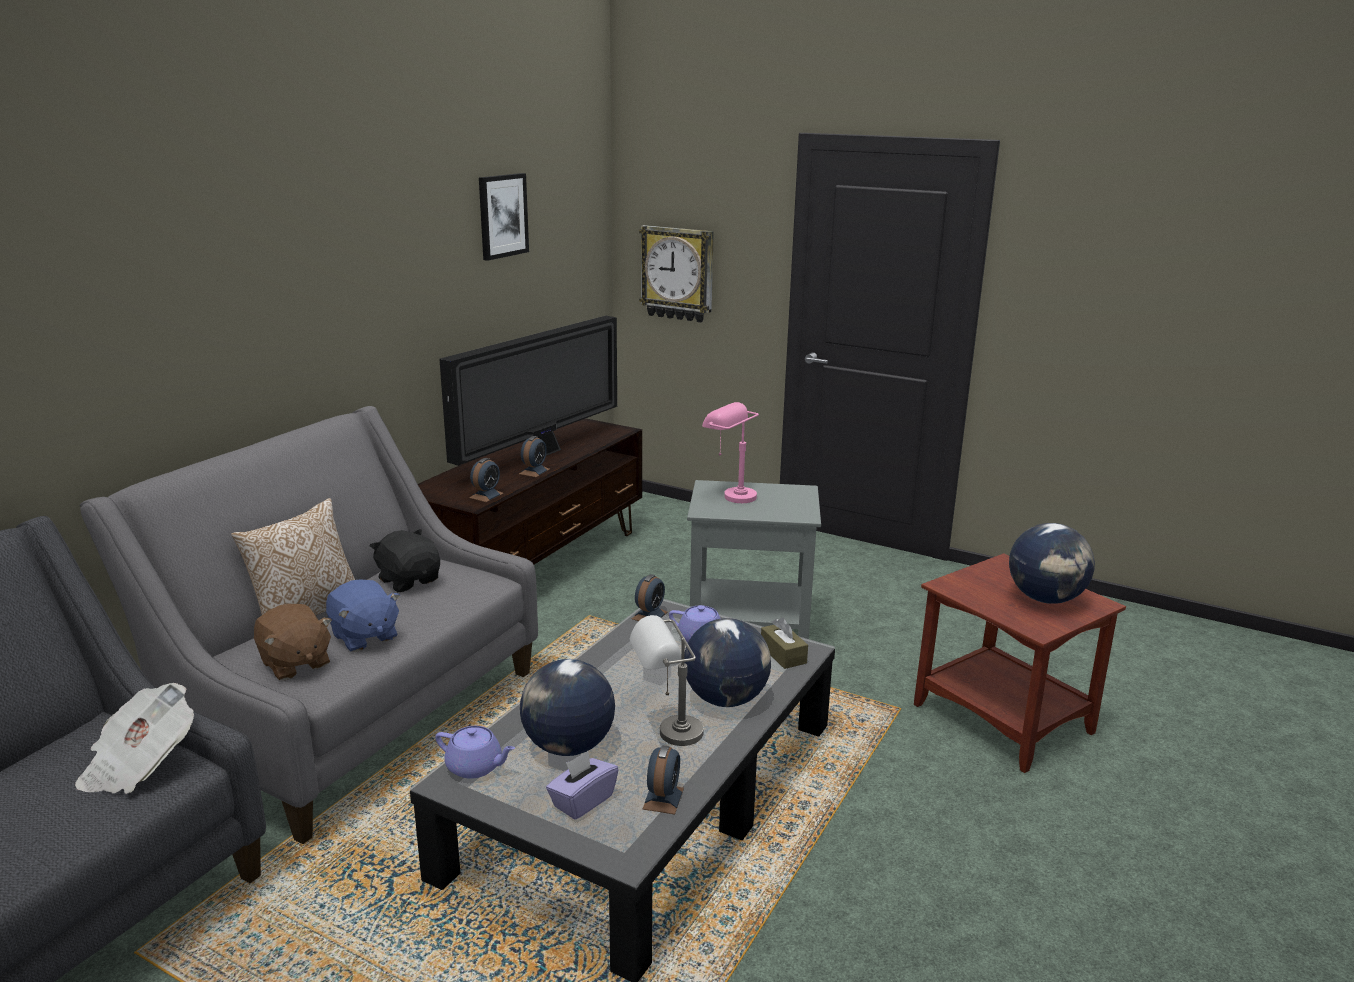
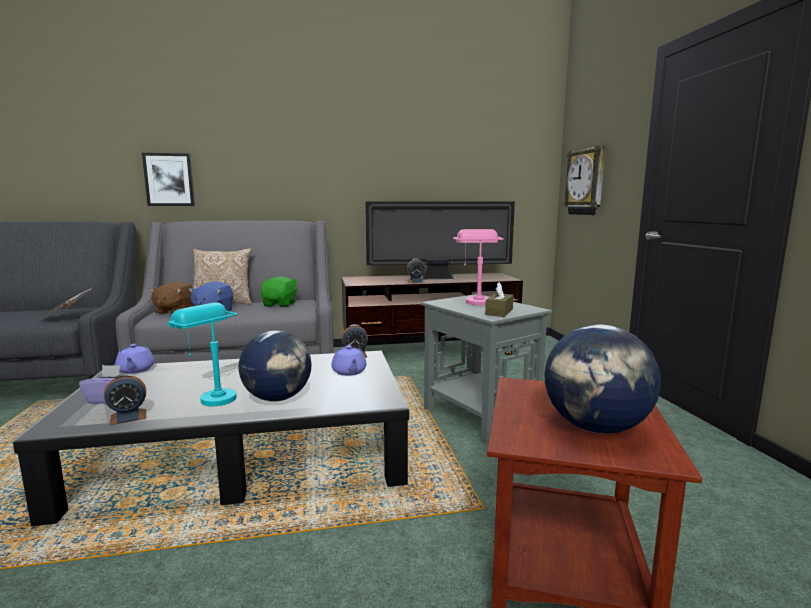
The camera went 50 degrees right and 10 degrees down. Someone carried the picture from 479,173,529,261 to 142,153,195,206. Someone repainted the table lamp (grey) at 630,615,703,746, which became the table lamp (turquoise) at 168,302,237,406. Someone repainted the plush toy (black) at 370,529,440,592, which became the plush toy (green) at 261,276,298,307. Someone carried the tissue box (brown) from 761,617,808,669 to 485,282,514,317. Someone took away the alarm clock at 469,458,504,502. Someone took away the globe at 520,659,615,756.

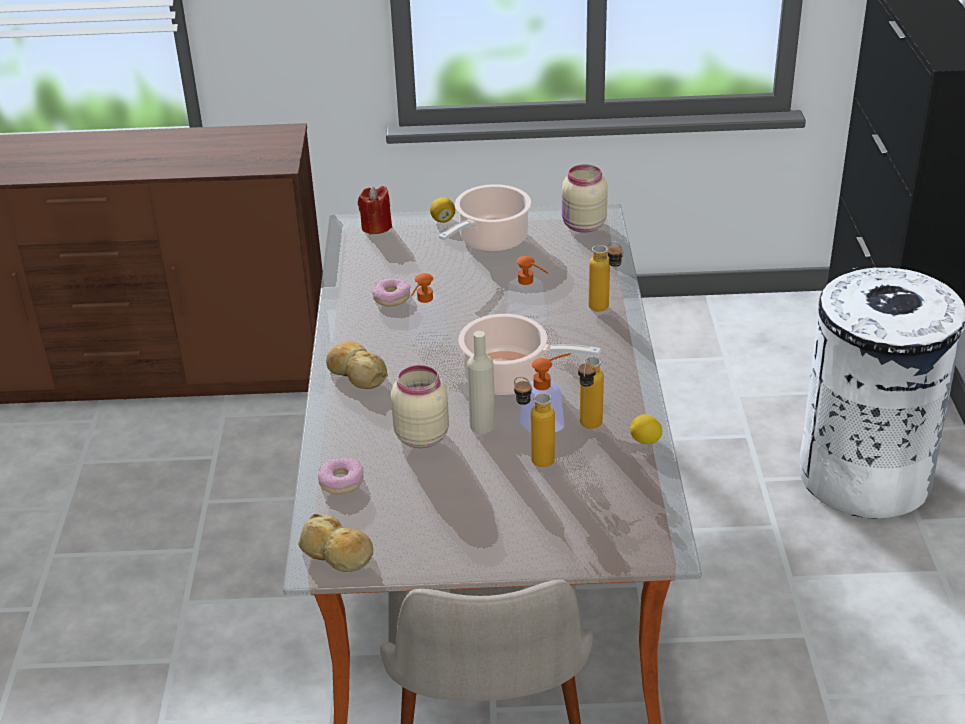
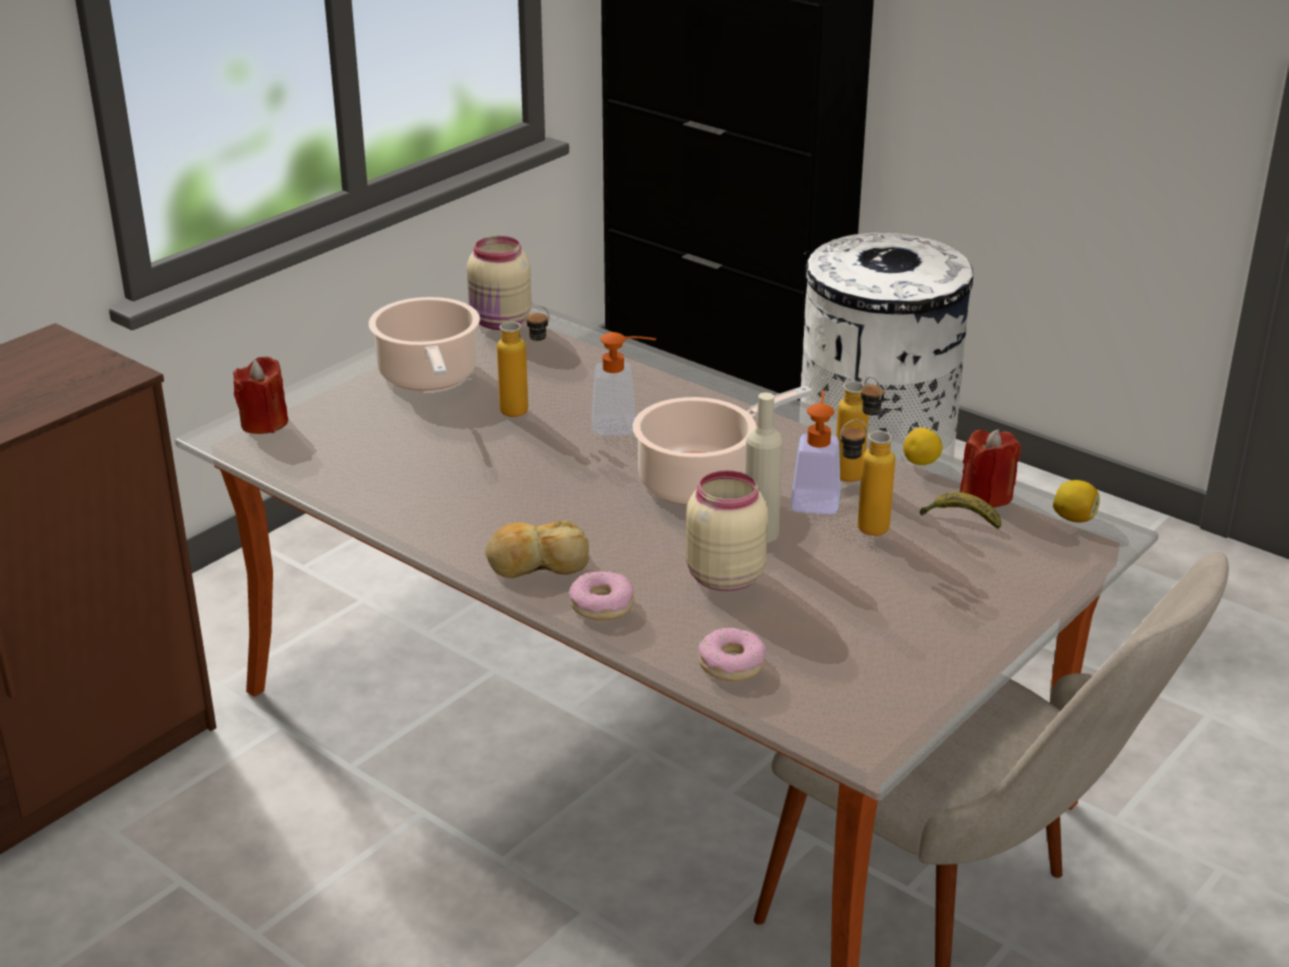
The camera went 50 degrees left and 5 degrees down. Someone carried the bottle from 588,241,623,311 to 497,305,550,417. Someone carried the donut from 372,277,411,306 to 569,572,634,620. Someone put down the banana at 920,492,1001,529. Someone put down the candle (red) at 960,429,1021,508. Someone carried the lemon from 430,197,455,223 to 1053,480,1100,523. Someone took away the bread at 298,514,373,572. Someone took away the soap dispenser at 408,273,447,347.

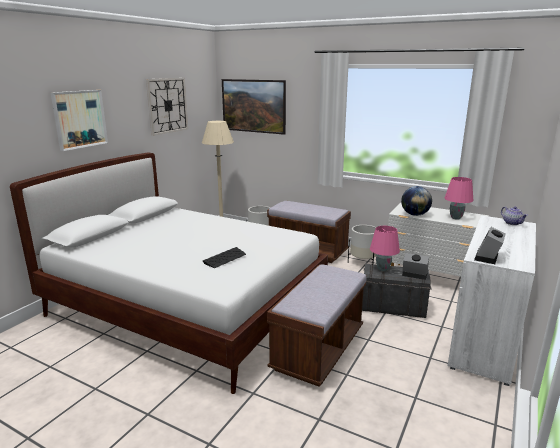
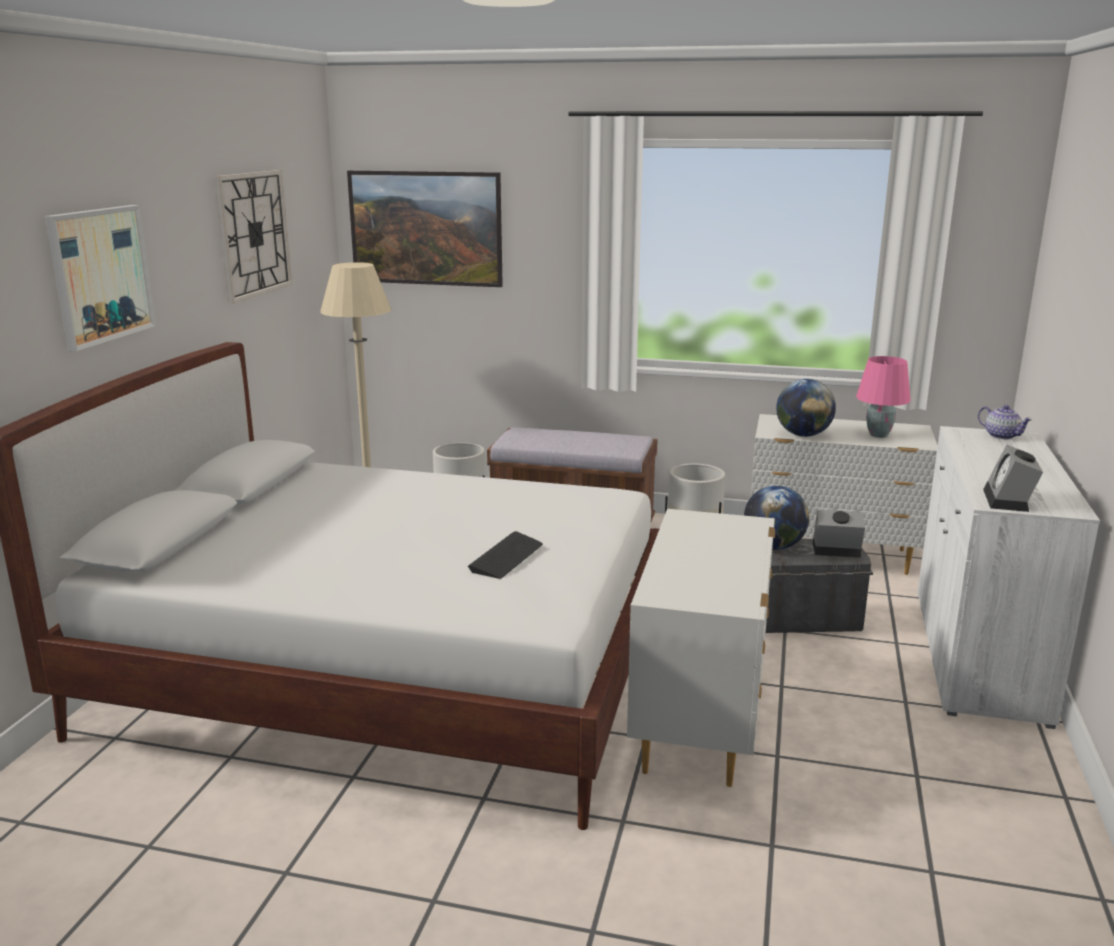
The camera went 15 degrees left and 0 degrees up. Someone swapped the bench (brown) at 267,264,367,386 for the dresser (white) at 627,509,775,787. Someone swapped the table lamp (pink) at 370,226,400,272 for the globe at 744,485,809,550.

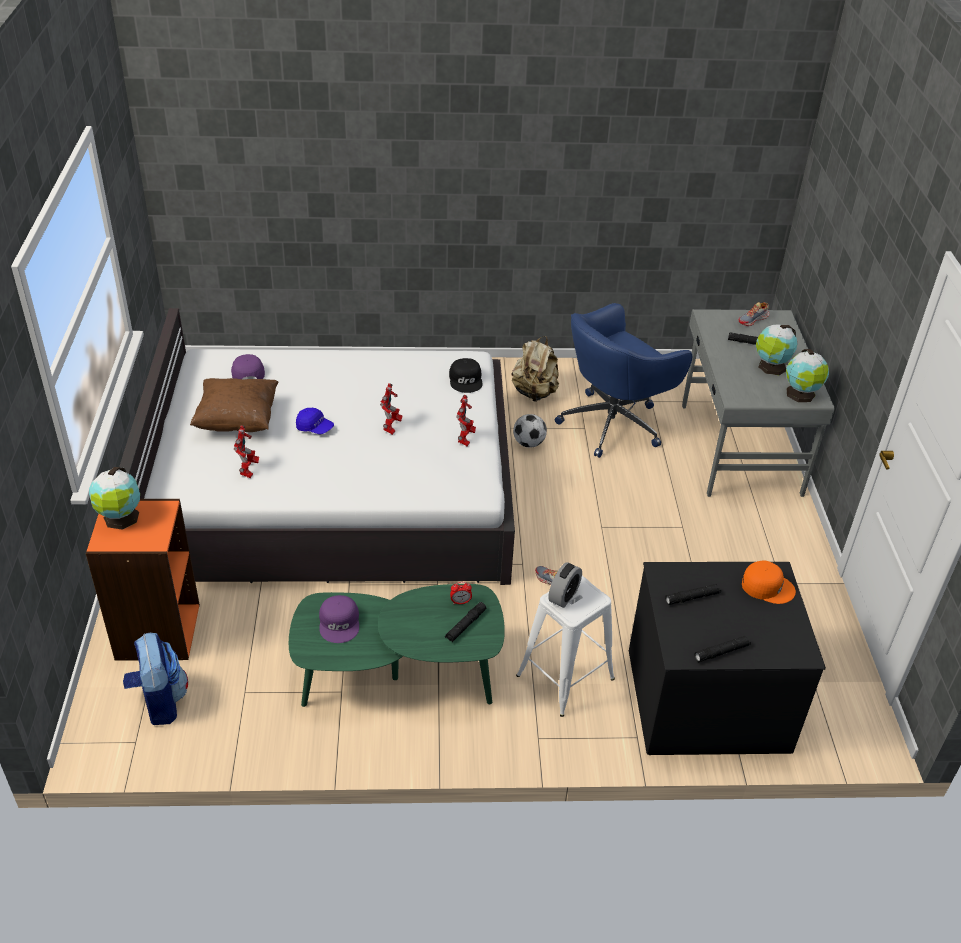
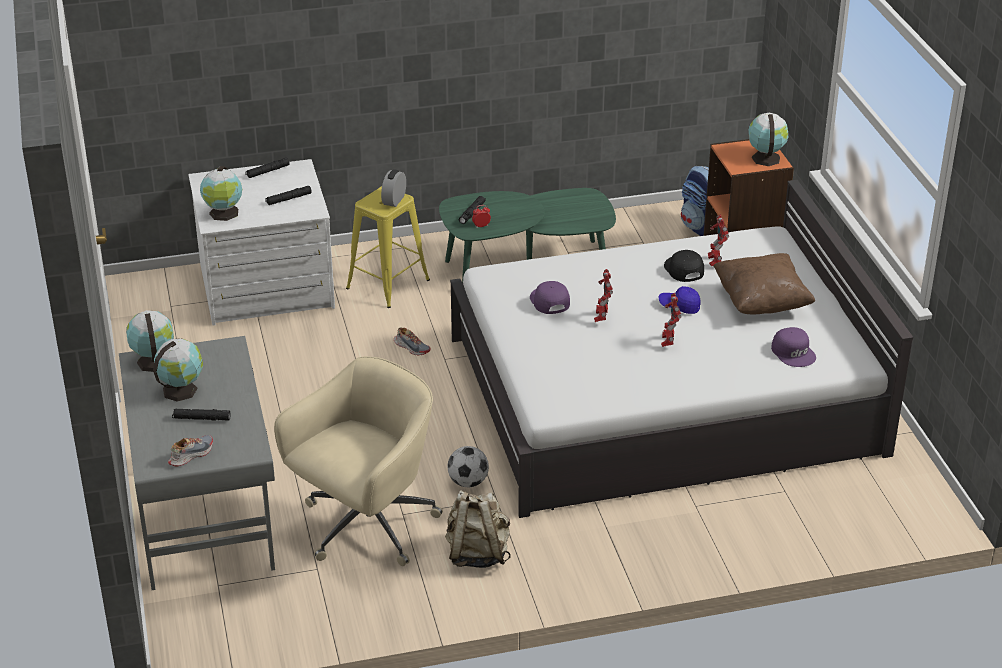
The camera went 170 degrees right and 5 degrees down. Someone repainted the dresser (black) at 629,562,826,755, which became the dresser (white) at 188,159,335,325. Someone swapped the cap (orange) at 742,561,796,604 for the globe at 200,166,242,221. Someone repainted the office chair (blue) at 555,303,692,458, which became the office chair (beige) at 274,356,443,566. Someone repainted the stool (white) at 516,576,615,717, which became the stool (yellow) at 346,186,430,308. Someone carried the cap (purple) from 319,595,359,643 to 530,281,570,314. Someone carried the toy robot from 456,395,476,446 to 661,293,681,347. Someone carried the cap (black) from 449,358,483,393 to 664,250,704,282.

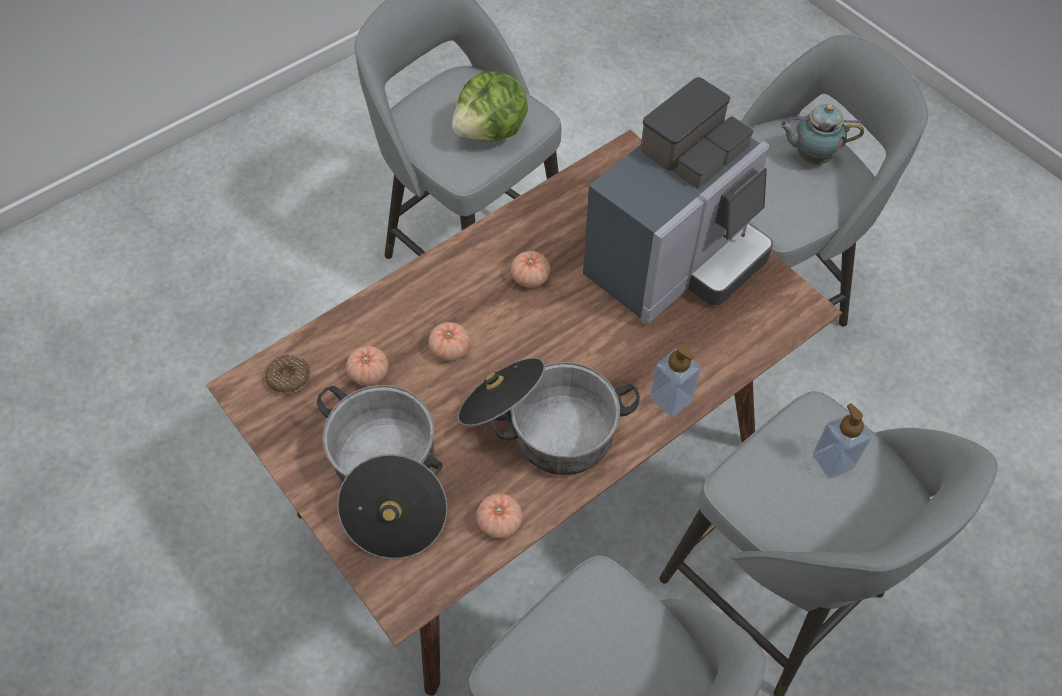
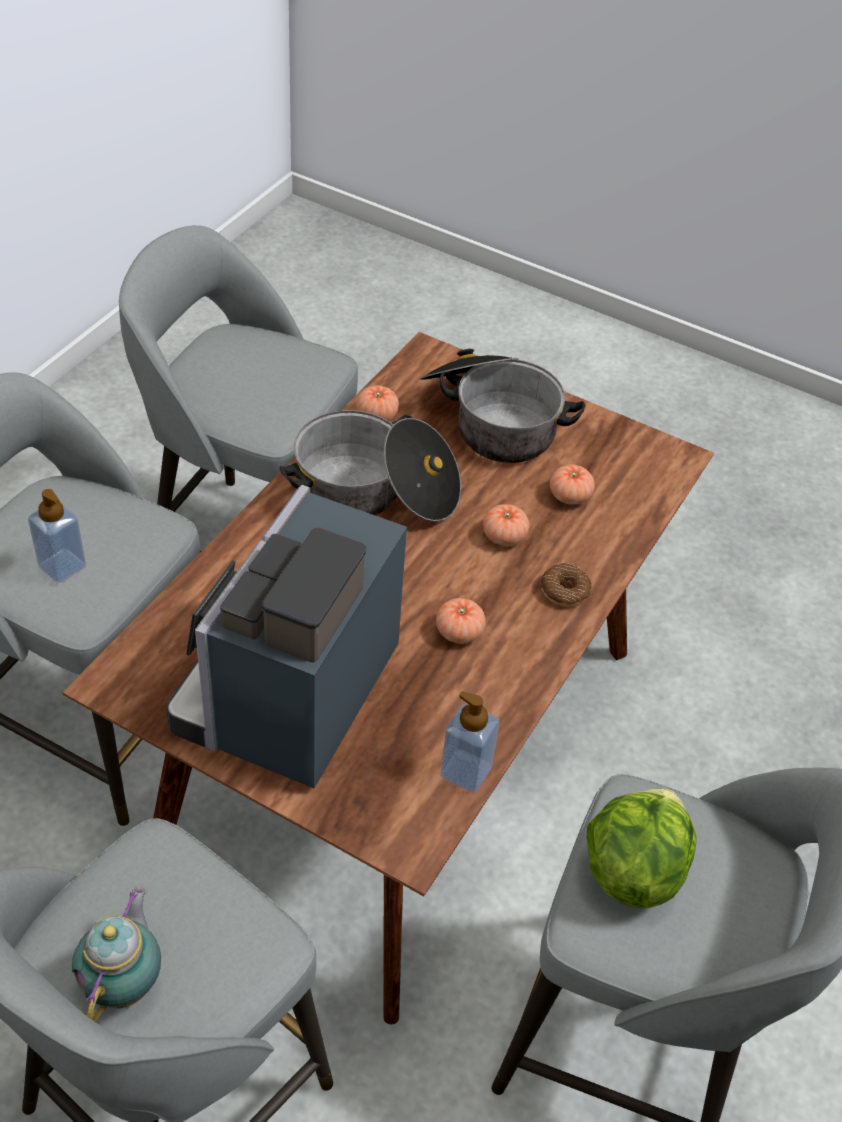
The camera went 155 degrees right and 10 degrees down. Someone rotated the teapot at 778,104,864,164 by 60 degrees counterclockwise. Someone carried the soap dispenser from 650,344,701,417 to 440,691,500,792. Someone carried the donut from 265,354,310,394 to 540,563,591,606.

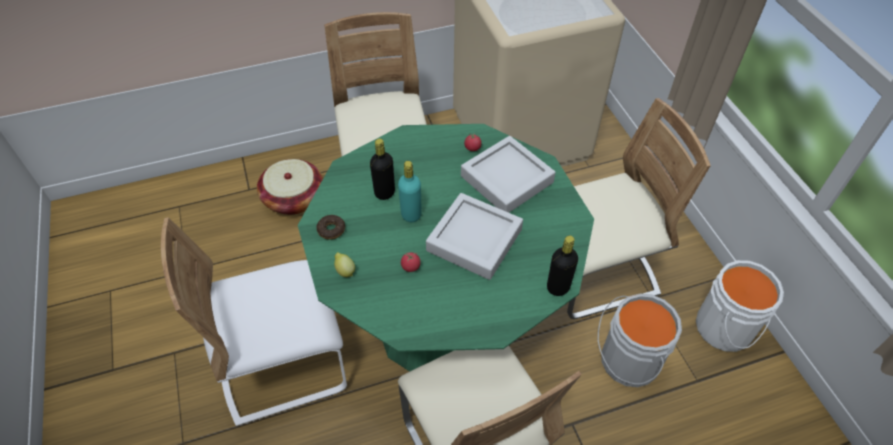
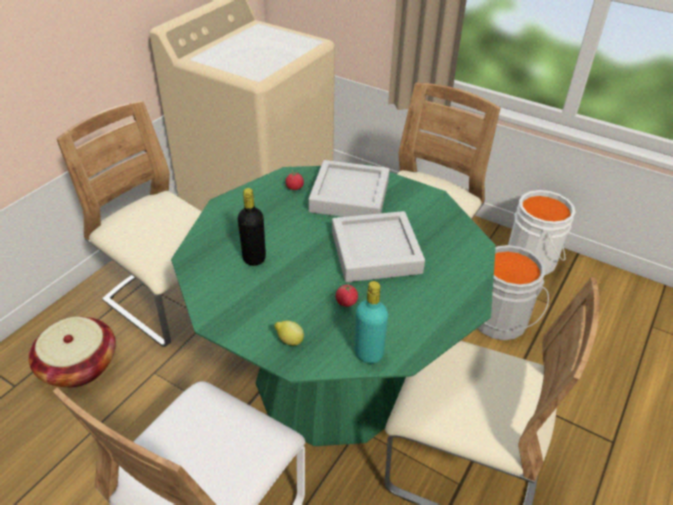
The camera went 40 degrees left and 10 degrees down. Someone carried the bottle (turquoise) from 398,161,422,222 to 355,281,388,364. Someone took away the donut at 316,215,345,240. Someone took away the bottle (black) at 547,236,578,296.

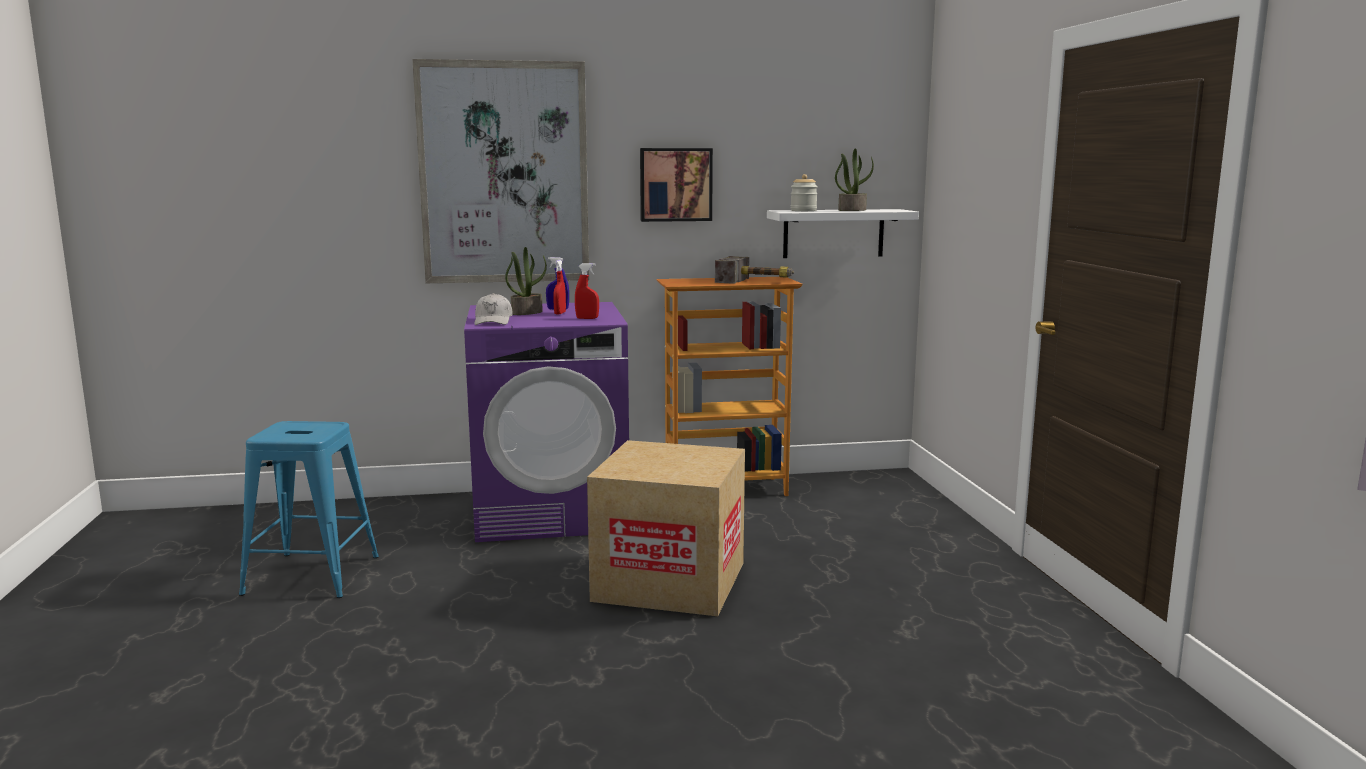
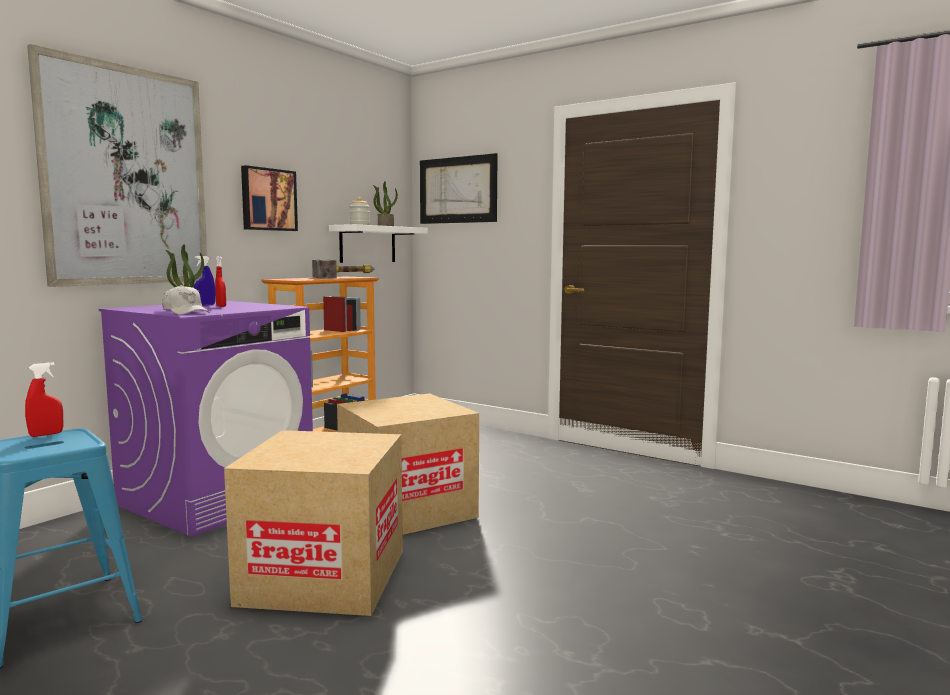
The camera went 45 degrees left and 5 degrees down. Someone carried the spray bottle (red) from 575,263,599,319 to 25,362,63,437. Someone put down the cardboard box at 224,430,403,616. Someone put up the picture at 420,153,498,224.

